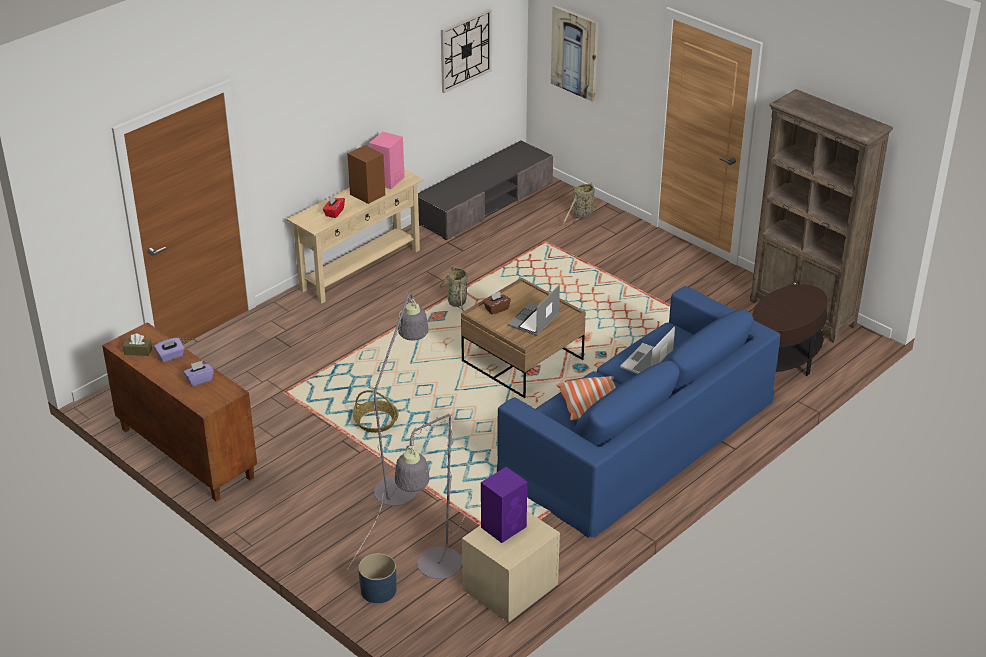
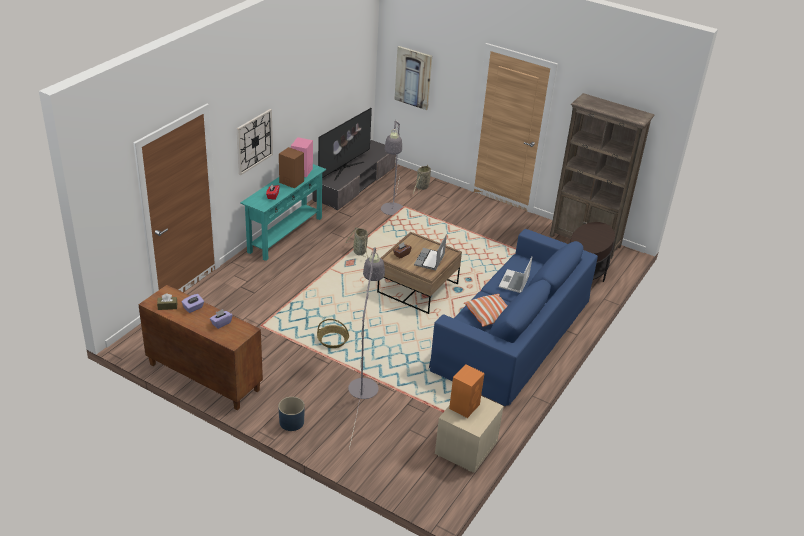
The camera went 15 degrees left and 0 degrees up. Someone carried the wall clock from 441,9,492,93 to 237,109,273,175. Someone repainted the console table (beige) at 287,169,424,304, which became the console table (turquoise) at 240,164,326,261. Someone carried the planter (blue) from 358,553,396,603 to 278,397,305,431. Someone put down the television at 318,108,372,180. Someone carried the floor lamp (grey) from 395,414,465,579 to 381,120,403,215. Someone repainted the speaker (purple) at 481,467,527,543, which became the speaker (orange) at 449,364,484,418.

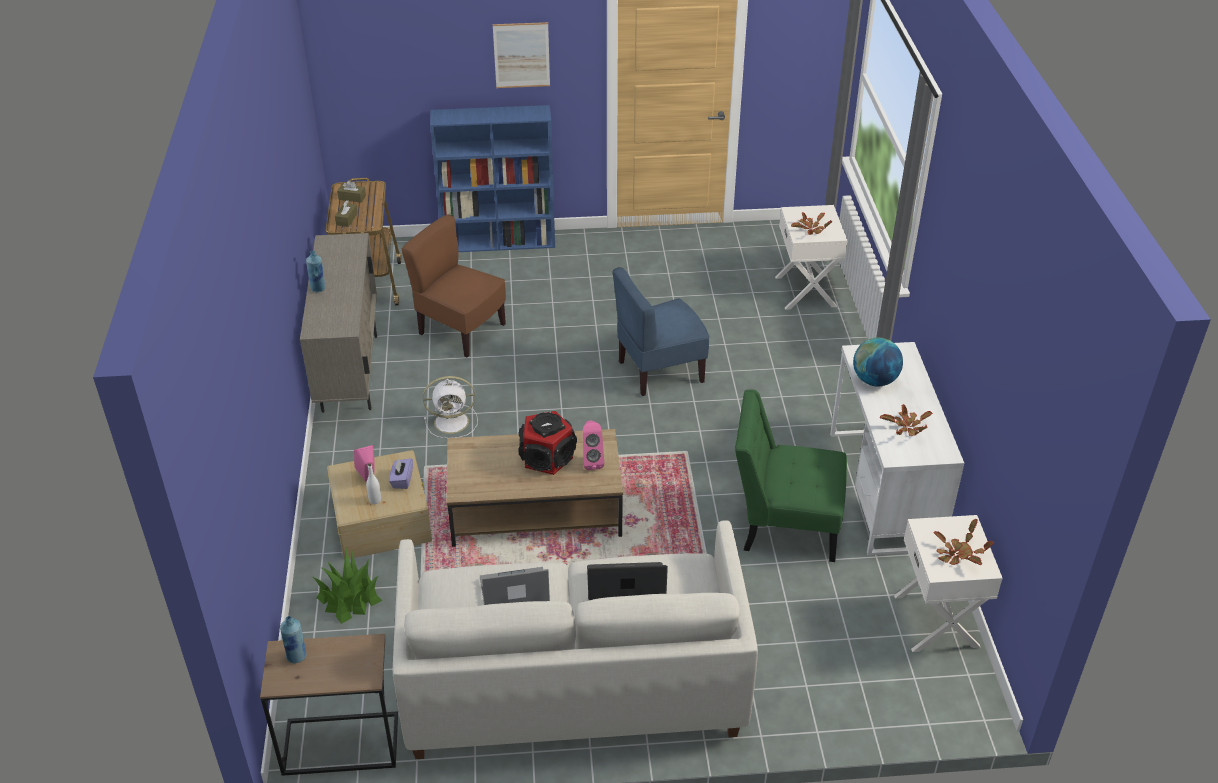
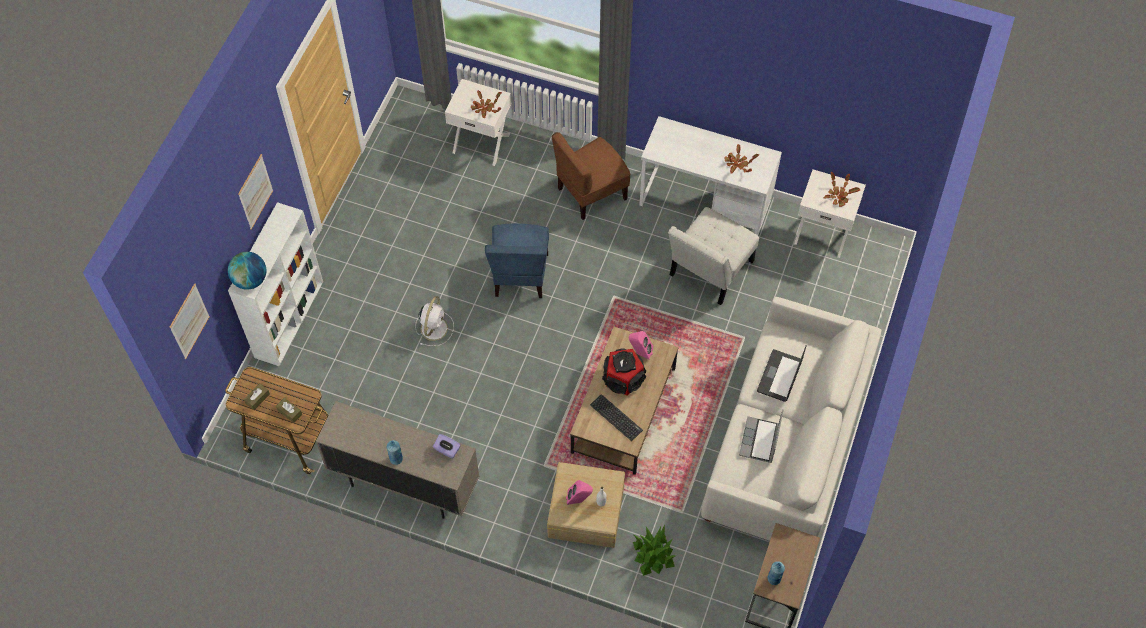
The camera went 65 degrees left and 20 degrees up. Someone put up the picture at 170,283,210,359. Someone repainted the bookcase (blue) at 430,105,555,252, which became the bookcase (white) at 228,202,323,366. Someone carried the globe from 853,338,903,386 to 228,252,266,290. Someone carried the fan (white) from 423,376,478,438 to 415,296,454,346. Someone carried the tissue box (purple) from 389,458,413,489 to 433,434,461,459. Someone carried the chair (brown) from 402,214,506,358 to 552,132,630,220. Someone put down the keyboard at 590,394,643,441. Someone repainted the chair (green) at 735,389,847,562, which became the chair (white) at 668,207,759,305.

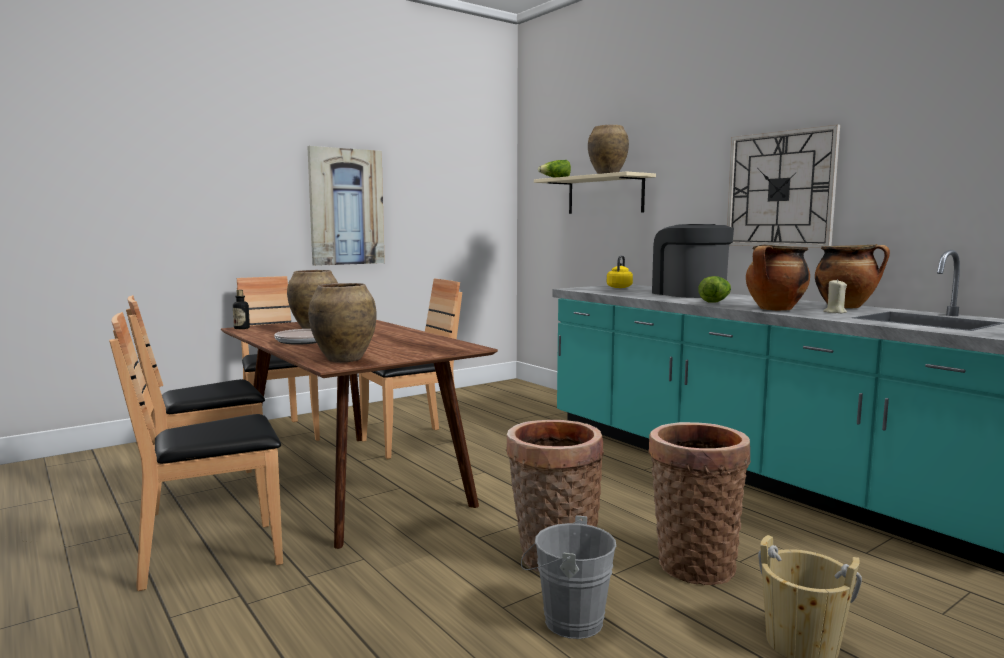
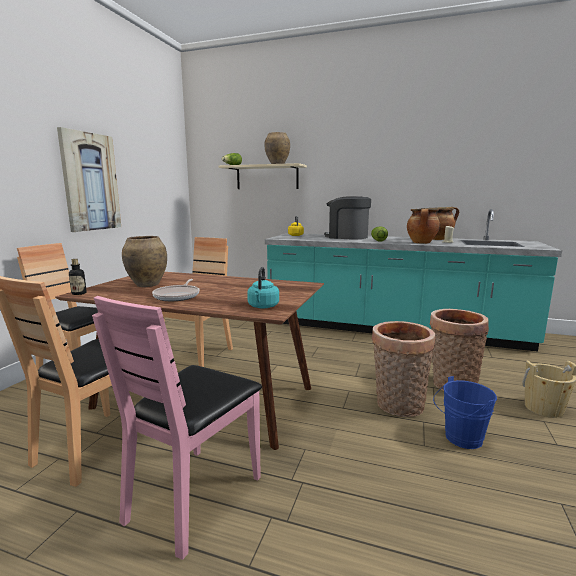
The camera went 35 degrees left and 5 degrees up. Someone repainted the chair (brown) at 109,312,283,591, which became the chair (pink) at 92,296,262,560. Someone swapped the vase (brown) at 308,283,377,363 for the kettle (turquoise) at 247,267,279,309. Someone repainted the bucket (grey) at 521,515,616,639, which became the bucket (blue) at 433,376,497,449. Someone took away the wall clock at 727,124,840,248.

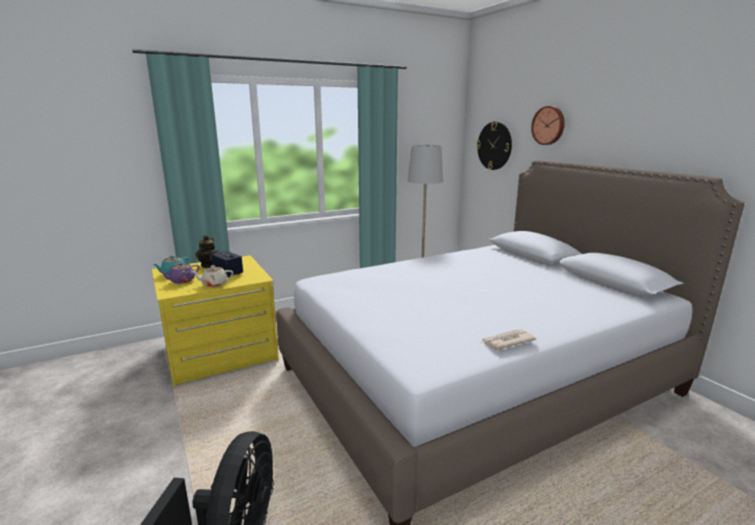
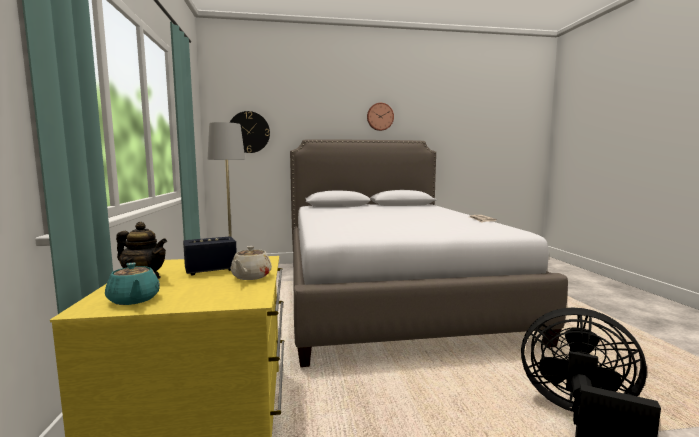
The camera went 70 degrees left and 10 degrees down. Someone carried the wall clock from 531,106,565,145 to 367,103,394,131. Someone took away the teapot (purple) at 159,262,200,284.

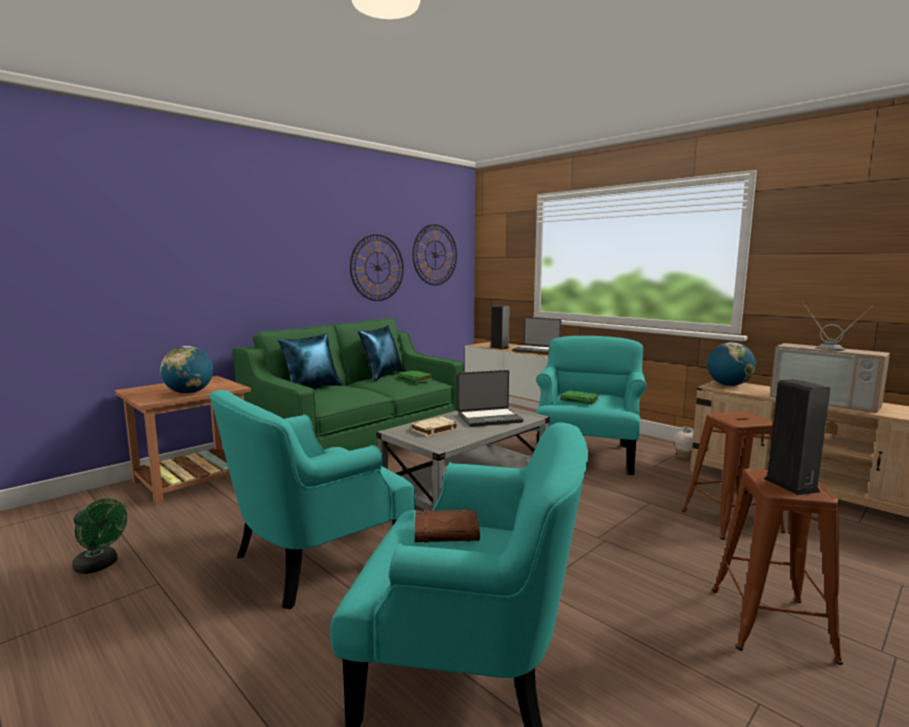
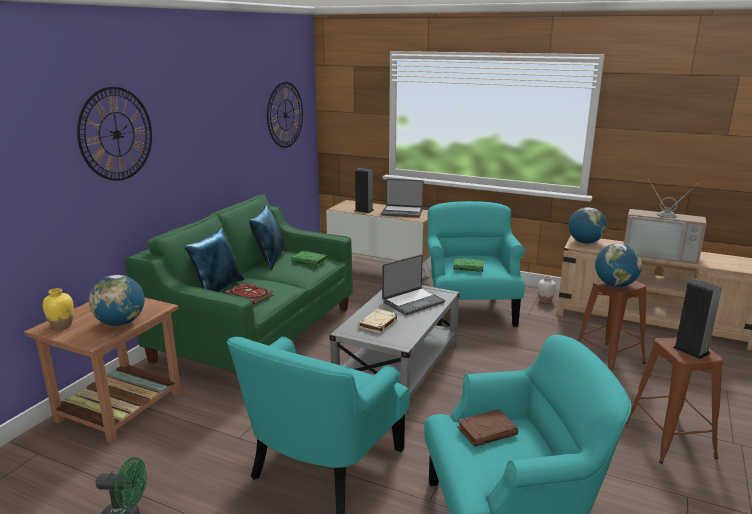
The camera went 20 degrees left and 10 degrees up. Someone put down the vase (yellow) at 43,288,74,330. Someone carried the wall clock from 350,234,404,301 to 77,87,152,181. Someone put down the book at 223,283,273,305. Someone put down the globe at 595,243,642,287.

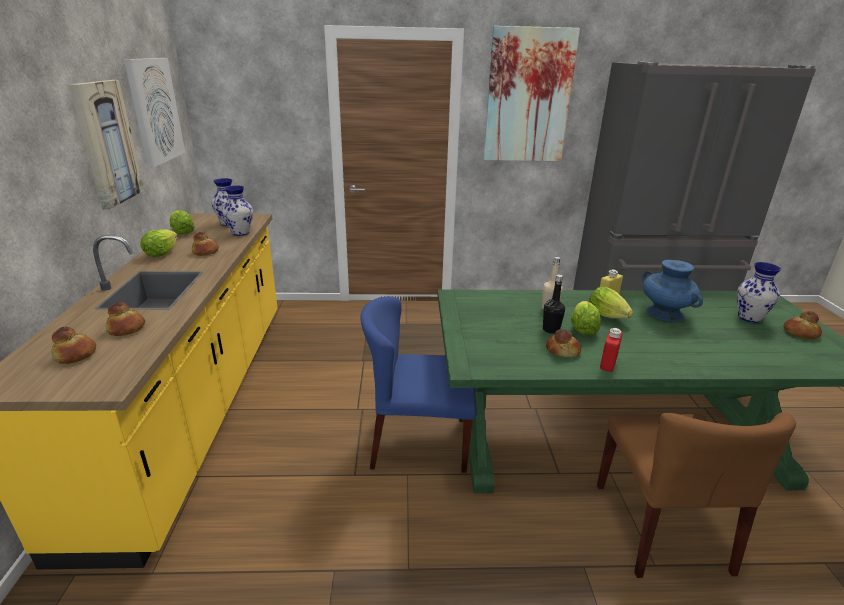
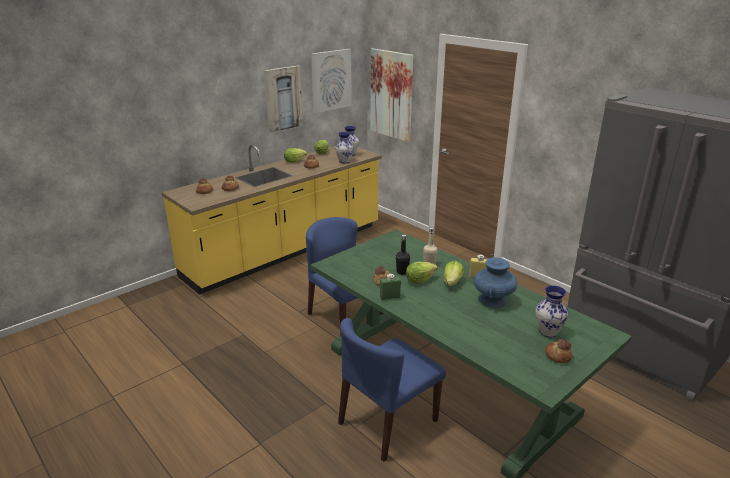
The camera went 50 degrees right and 0 degrees up. Someone repainted the chair (brown) at 597,412,796,578, which became the chair (blue) at 338,318,446,462. Someone carried the picture from 484,26,580,161 to 370,48,413,142. Someone repainted the bottle (red) at 600,328,623,372, which became the bottle (green) at 380,274,401,300.

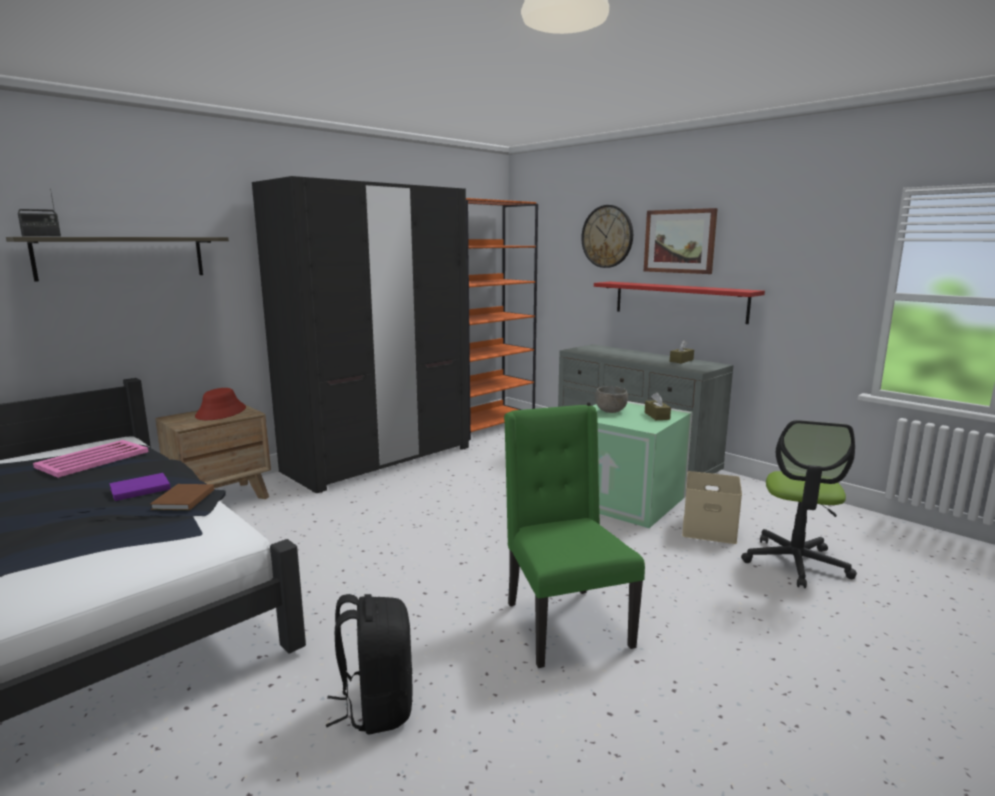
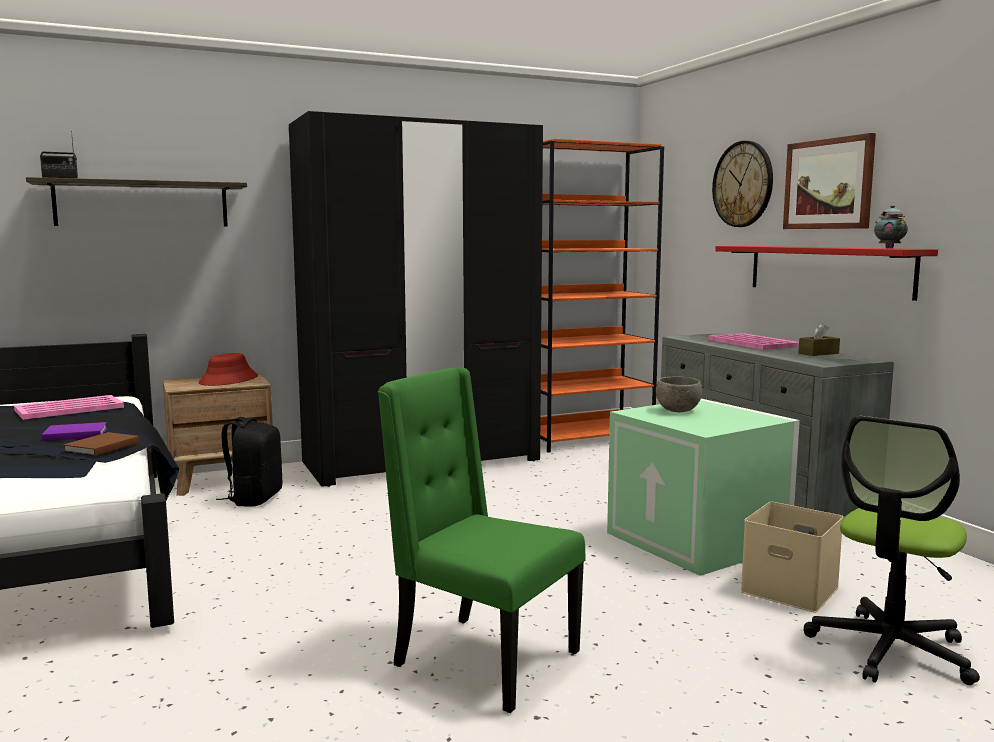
The camera went 20 degrees right and 5 degrees down. Someone carried the backpack (black) from 326,594,413,735 to 216,417,282,507. Someone rotated the chair (green) at 504,405,645,668 by 60 degrees counterclockwise. Someone put down the tray (pink) at 708,333,799,350. Someone put down the teapot at 874,205,908,248. Someone took away the tissue box (brown) at 645,392,671,420.

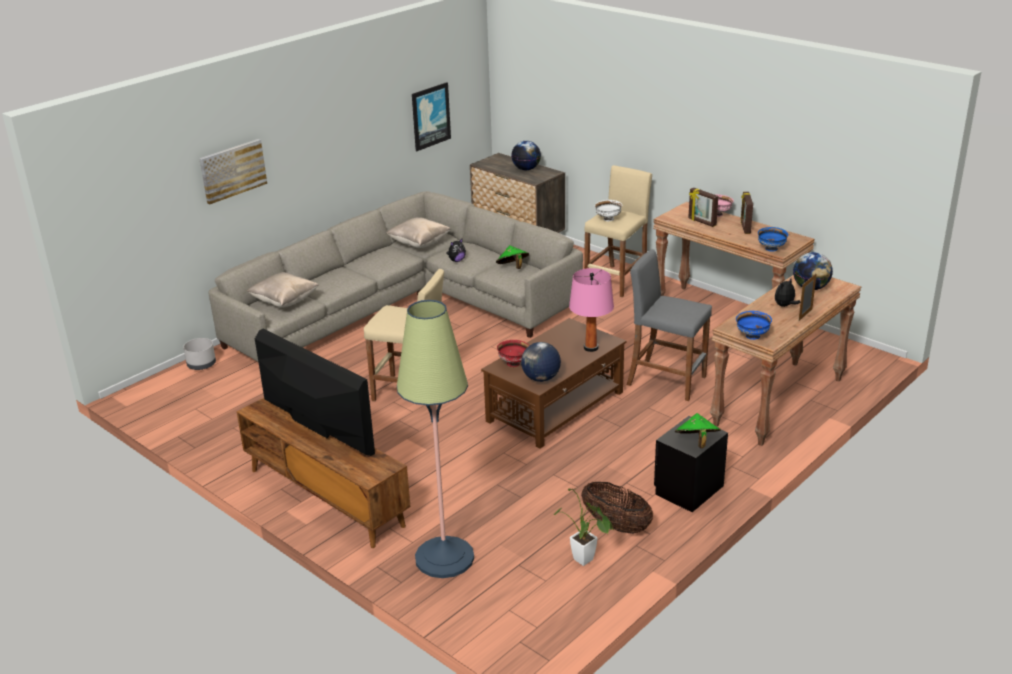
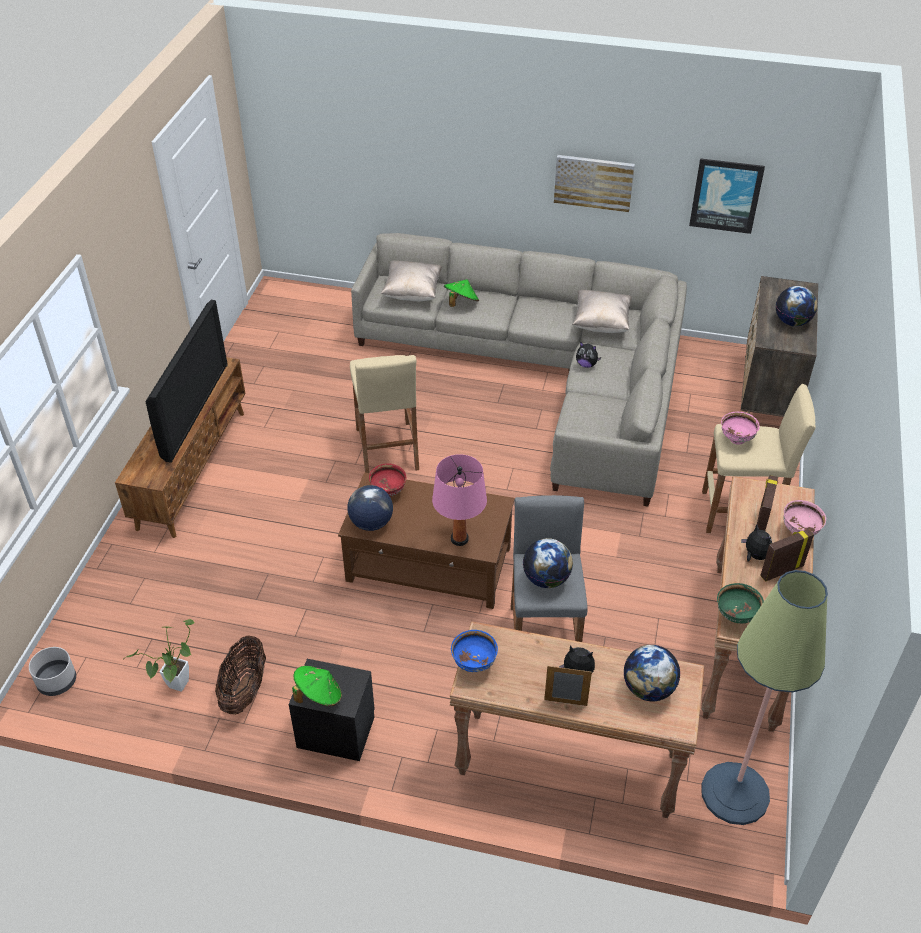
The camera went 60 degrees right and 15 degrees up. Someone carried the planter (grey) from 183,338,216,370 to 29,647,76,696. Someone carried the hat (green) from 496,245,529,269 to 444,280,479,307. Someone put down the globe at 523,538,573,588. Someone carried the picture from 199,139,267,205 to 554,155,635,212. Someone carried the floor lamp from 397,300,474,578 to 701,570,828,825. Someone repainted the bowl (blue) at 758,227,788,252, which became the bowl (green) at 717,583,764,623. Someone repainted the bowl (white) at 595,200,622,221, which became the bowl (pink) at 721,412,760,445. Someone put down the plush toy at 741,525,772,562.

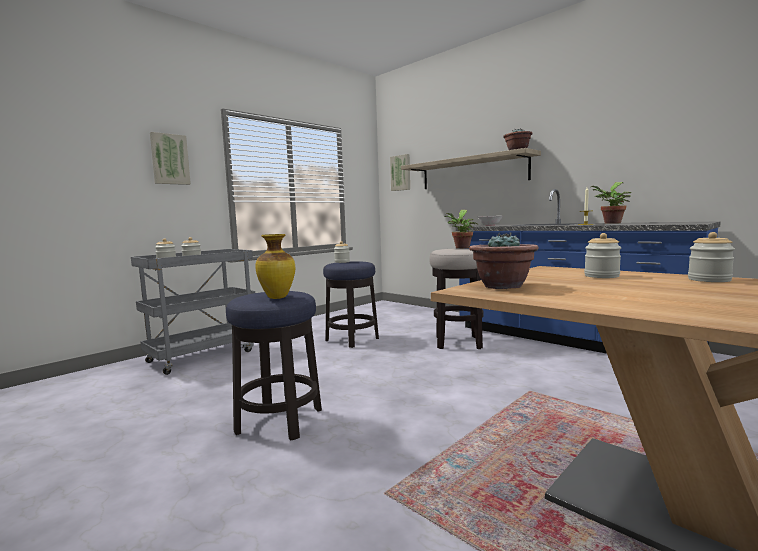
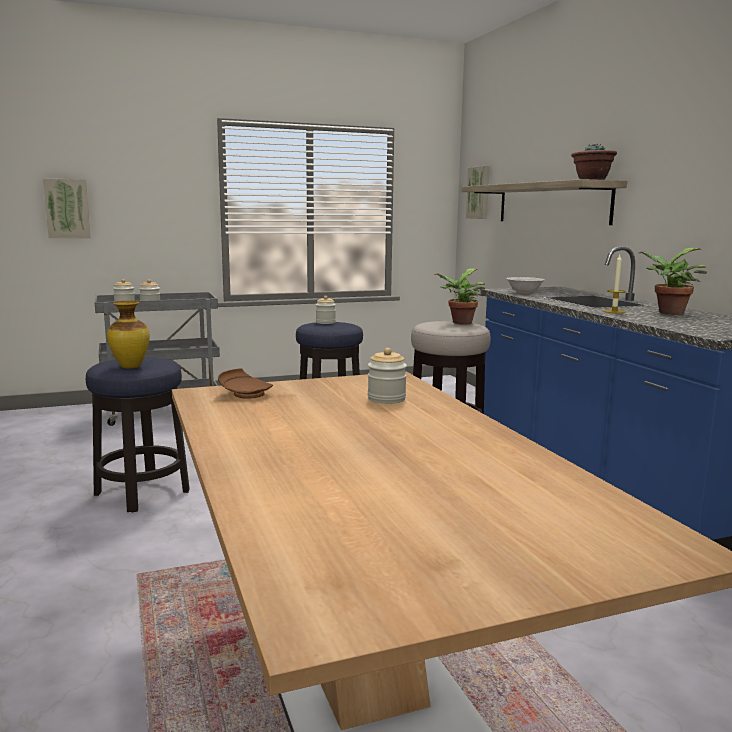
The camera went 25 degrees right and 5 degrees up. Someone carried the picture from 150,132,191,185 to 43,179,91,238. Someone swapped the potted plant at 469,232,539,289 for the plate (brown) at 218,368,273,399. Someone took away the jar at 688,232,735,282.

